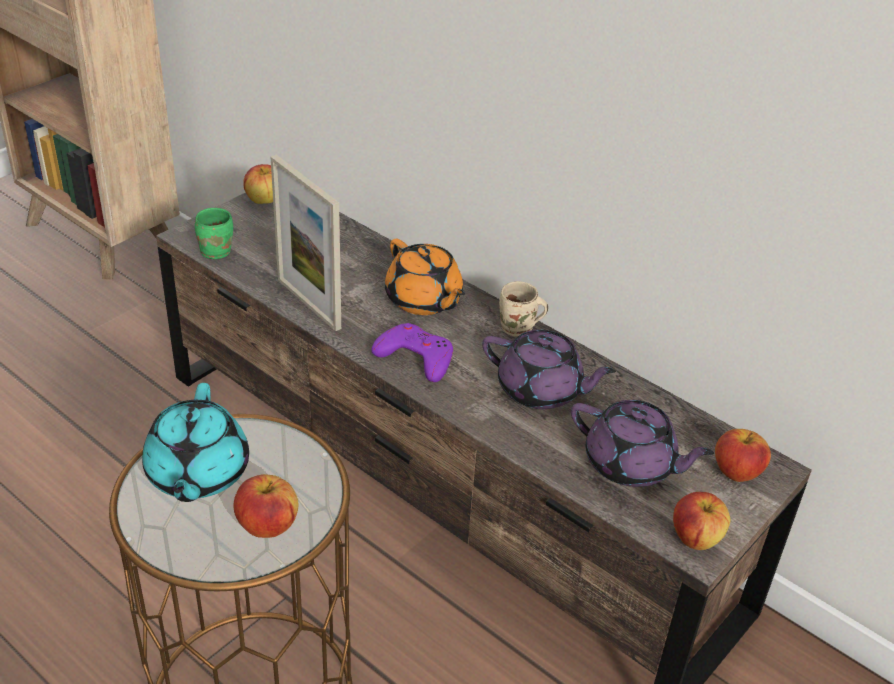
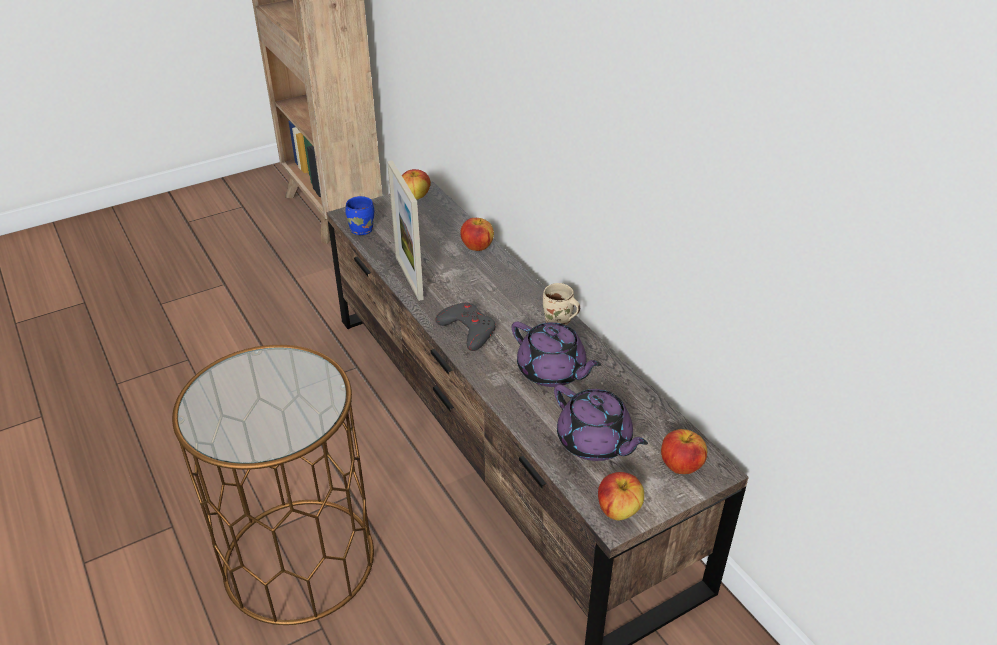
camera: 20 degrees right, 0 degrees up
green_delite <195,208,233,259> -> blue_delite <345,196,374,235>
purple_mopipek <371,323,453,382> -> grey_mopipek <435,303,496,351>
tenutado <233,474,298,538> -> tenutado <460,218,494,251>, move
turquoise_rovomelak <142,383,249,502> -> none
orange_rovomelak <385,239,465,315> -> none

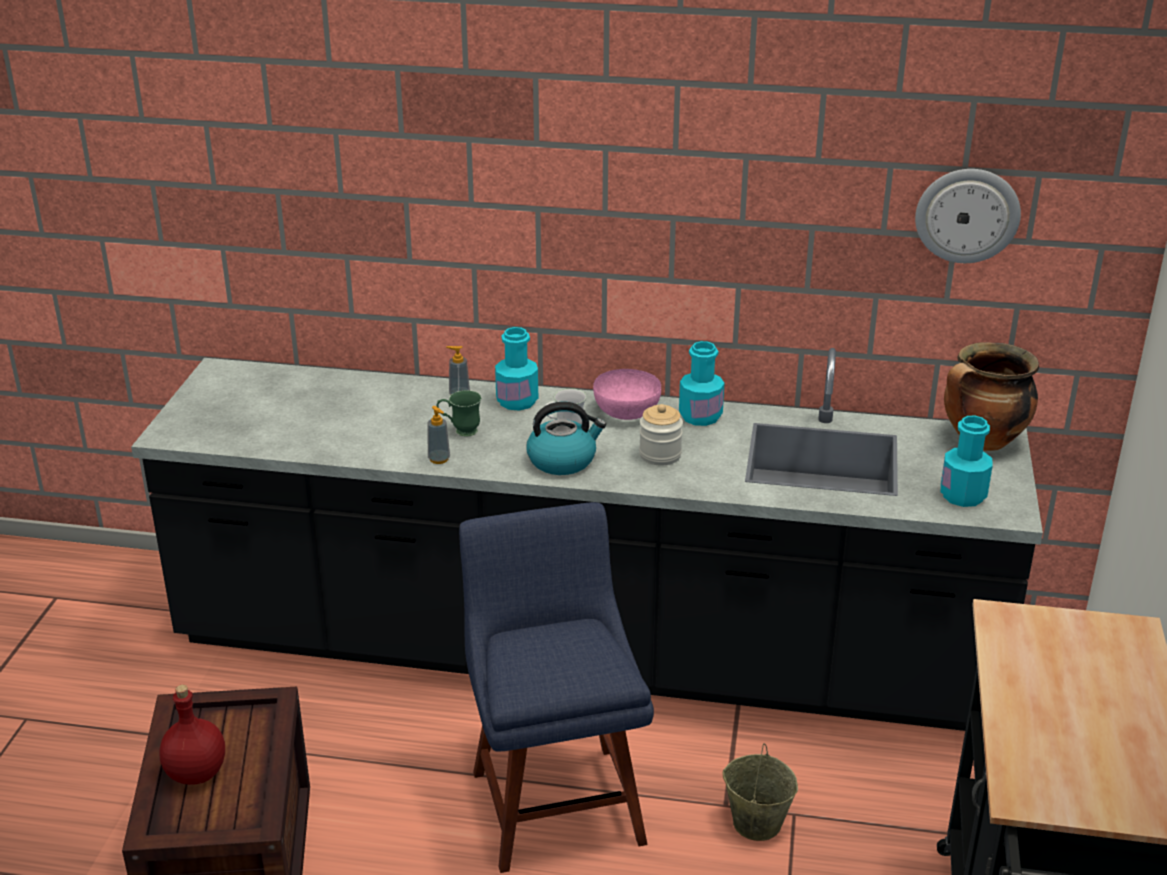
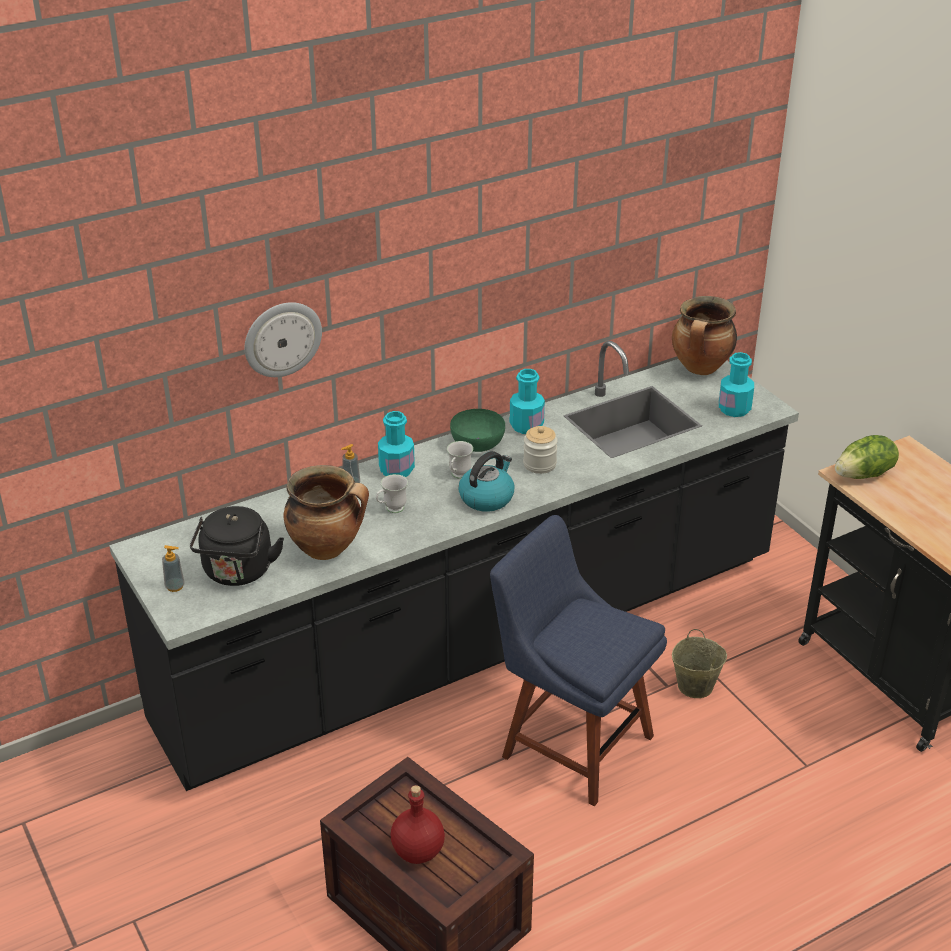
camera: 40 degrees left, 5 degrees up
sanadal <428,406,450,464> -> sanadal <162,545,185,592>, move
none -> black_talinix <190,506,284,586>
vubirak <915,169,1021,263> -> vubirak <245,302,322,377>, move
none -> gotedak <283,465,369,560>
green_delite <436,390,482,436> -> white_delite <376,474,408,513>
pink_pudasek <593,369,661,420> -> green_pudasek <450,409,505,452>
none -> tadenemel <835,435,899,479>

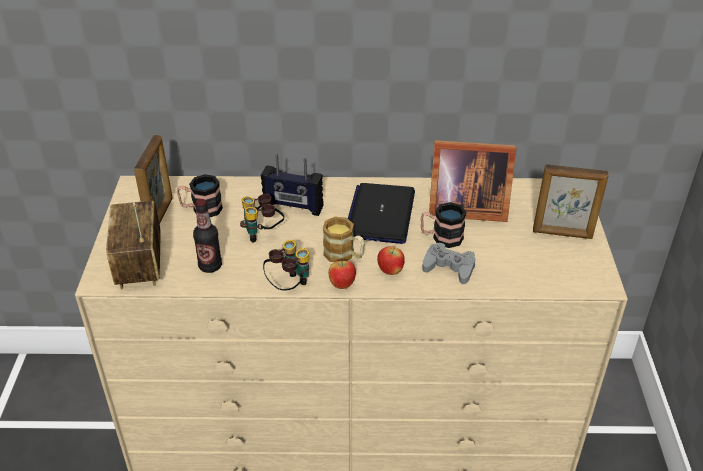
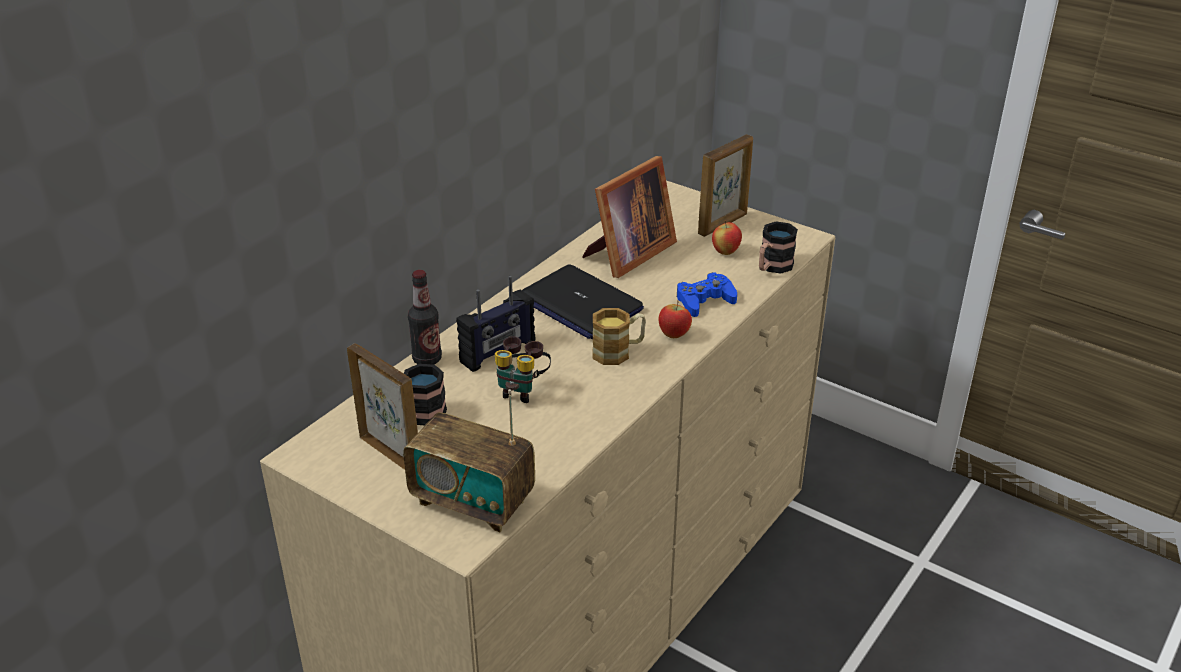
camera: 55 degrees left, 5 degrees down
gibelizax <193,199,222,273> -> gibelizax <408,270,442,365>, move
grey_mopipek <422,242,476,284> -> blue_mopipek <677,272,737,317>
tenutado <328,258,356,289> -> tenutado <712,220,742,255>, move
delite <421,202,467,248> -> delite <759,221,798,274>, move
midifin <263,240,309,291> -> none

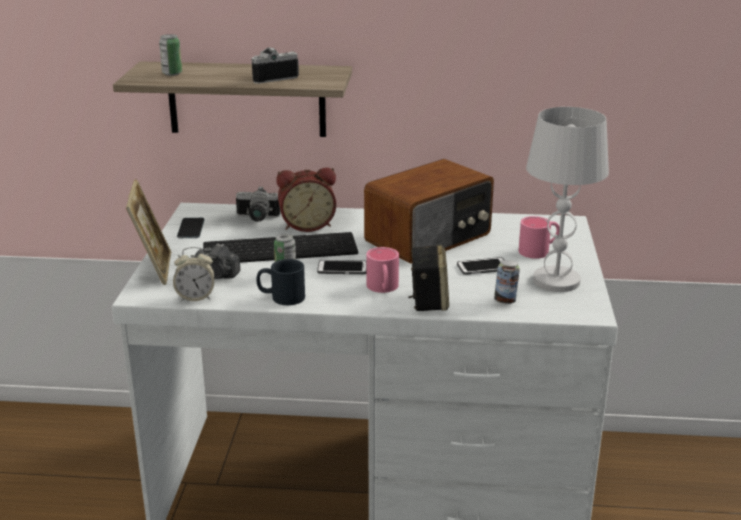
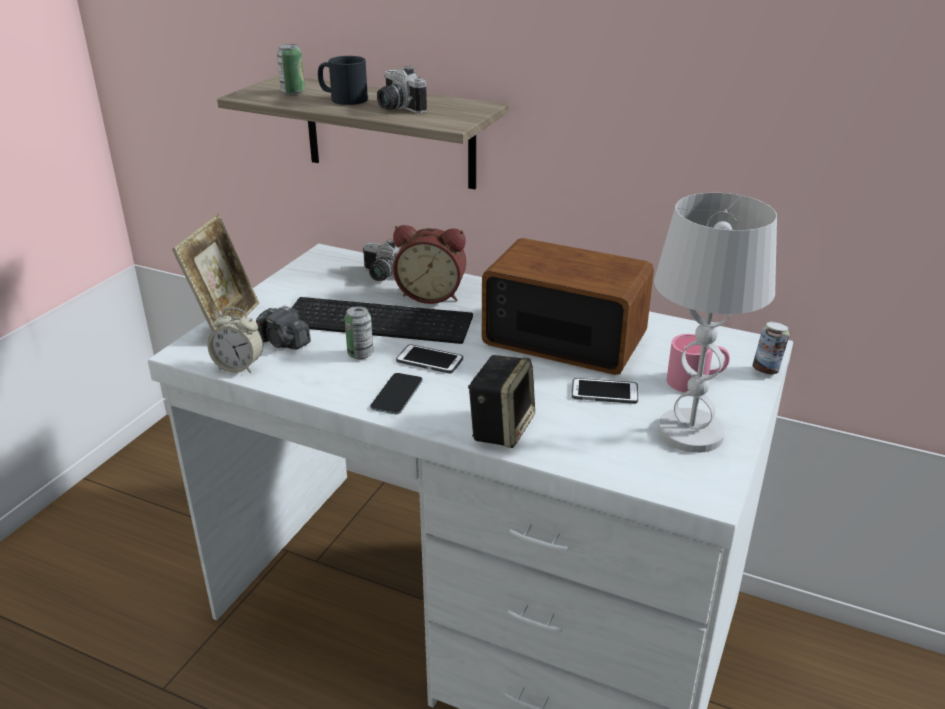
camera: 20 degrees right, 5 degrees up
black_delite <257,259,305,305> -> black_delite <318,56,368,105>, move
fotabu <177,218,204,238> -> fotabu <370,373,422,414>, move
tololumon <251,47,299,84> -> tololumon <377,66,427,113>, 120 degrees counterclockwise
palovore <364,159,494,264> -> palovore <482,238,654,375>, 135 degrees counterclockwise
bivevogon <494,260,520,305> -> bivevogon <752,322,789,375>, move
pink_delite <366,247,399,293> -> none

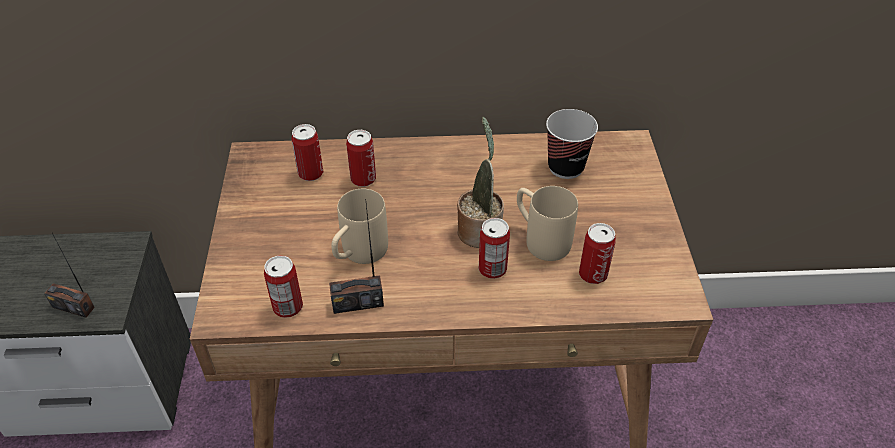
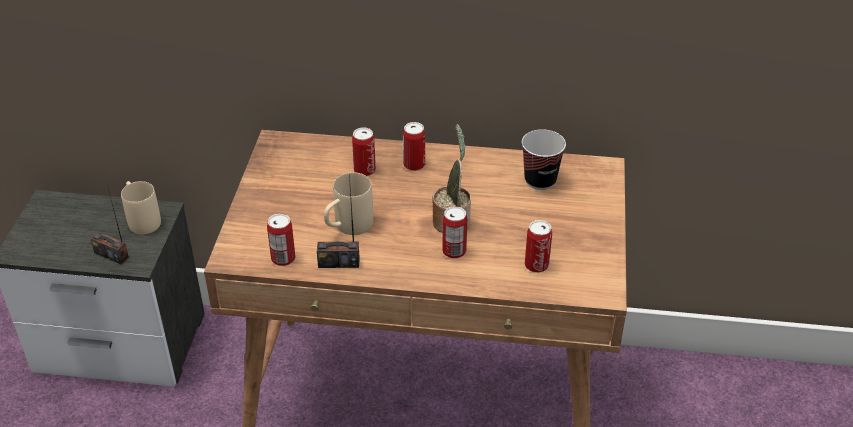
camera: 10 degrees right, 5 degrees down
beige_delite <517,186,578,261> -> beige_delite <121,181,161,235>, move
bivevogon <291,124,323,181> -> bivevogon <403,122,425,171>, move

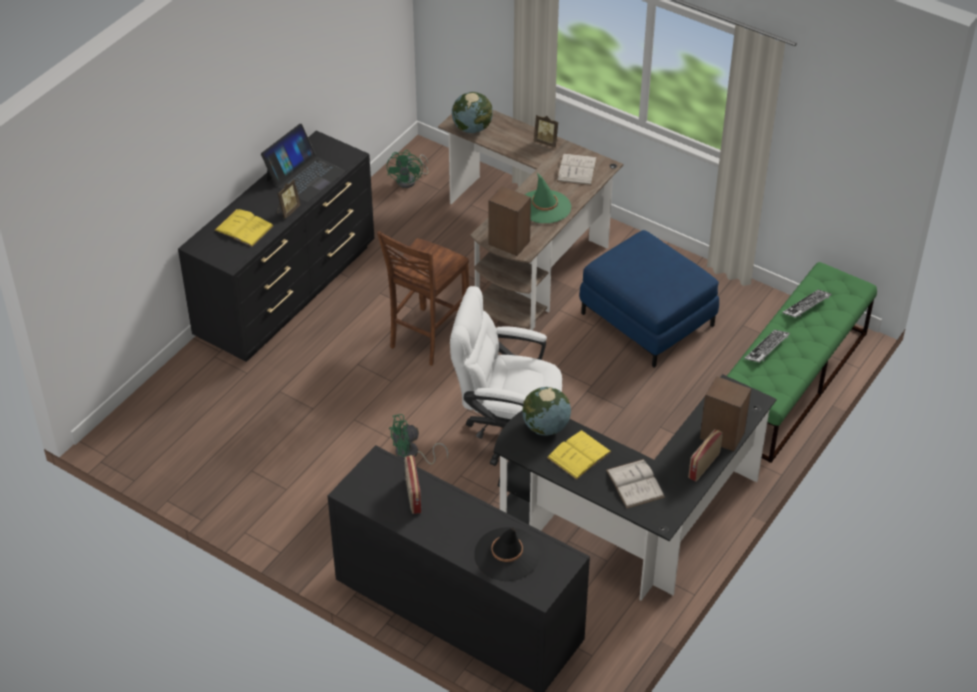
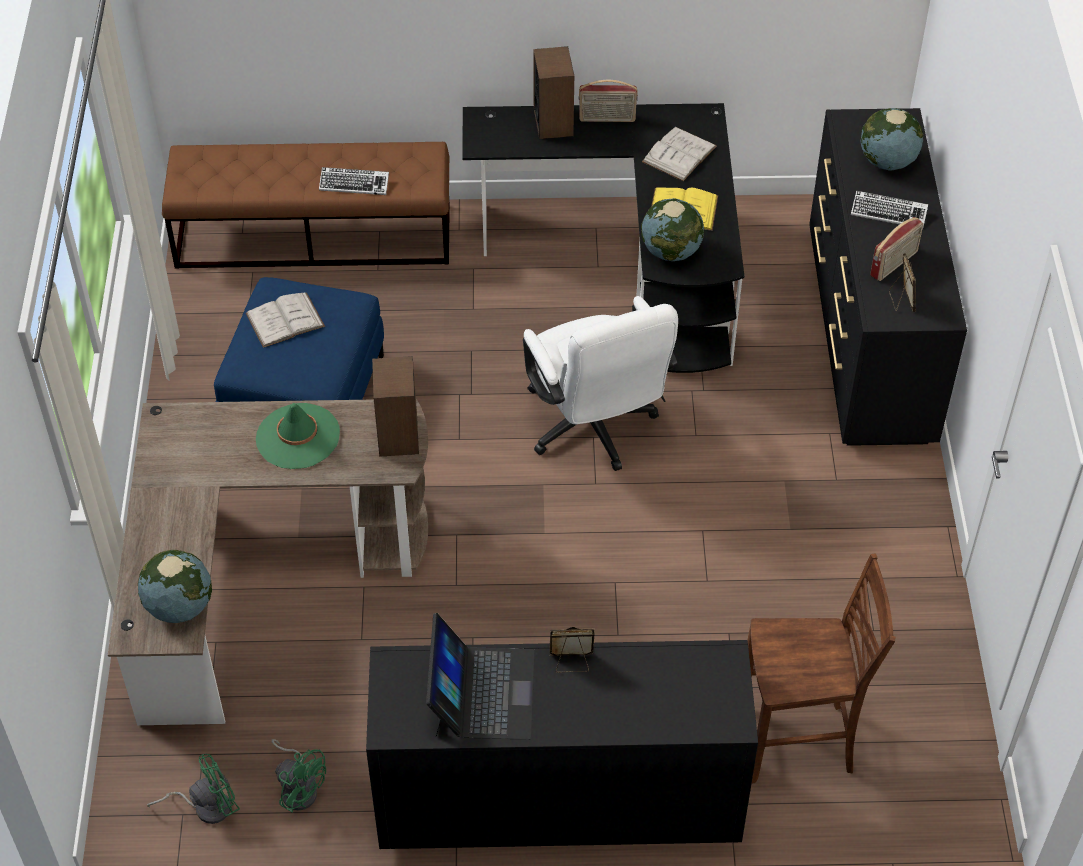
camera: 125 degrees left, 5 degrees up
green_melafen <727,262,877,463> -> brown_melafen <162,142,450,269>
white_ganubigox <557,153,597,186> -> white_ganubigox <246,292,325,348>, move
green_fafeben <389,414,448,465> -> green_fafeben <271,739,326,812>, move
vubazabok <261,124,345,202> -> vubazabok <426,613,535,740>, 90 degrees clockwise
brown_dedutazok <377,231,469,366> -> brown_dedutazok <748,554,895,783>, move
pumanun <782,289,831,318> -> pumanun <851,191,928,227>, move
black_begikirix <474,527,540,581> -> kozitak <860,108,923,171>
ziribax <534,115,558,148> -> ziribax <889,253,916,312>, move
yellow_ganubigox <214,209,274,247> -> none

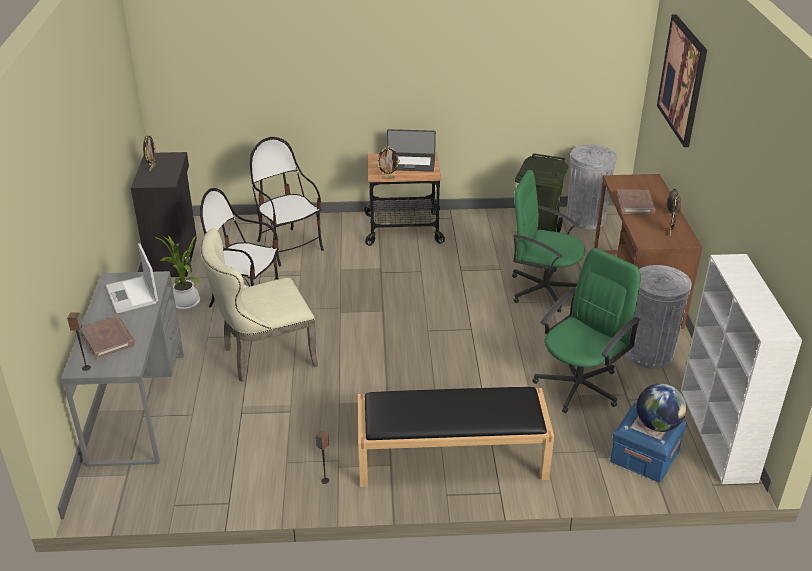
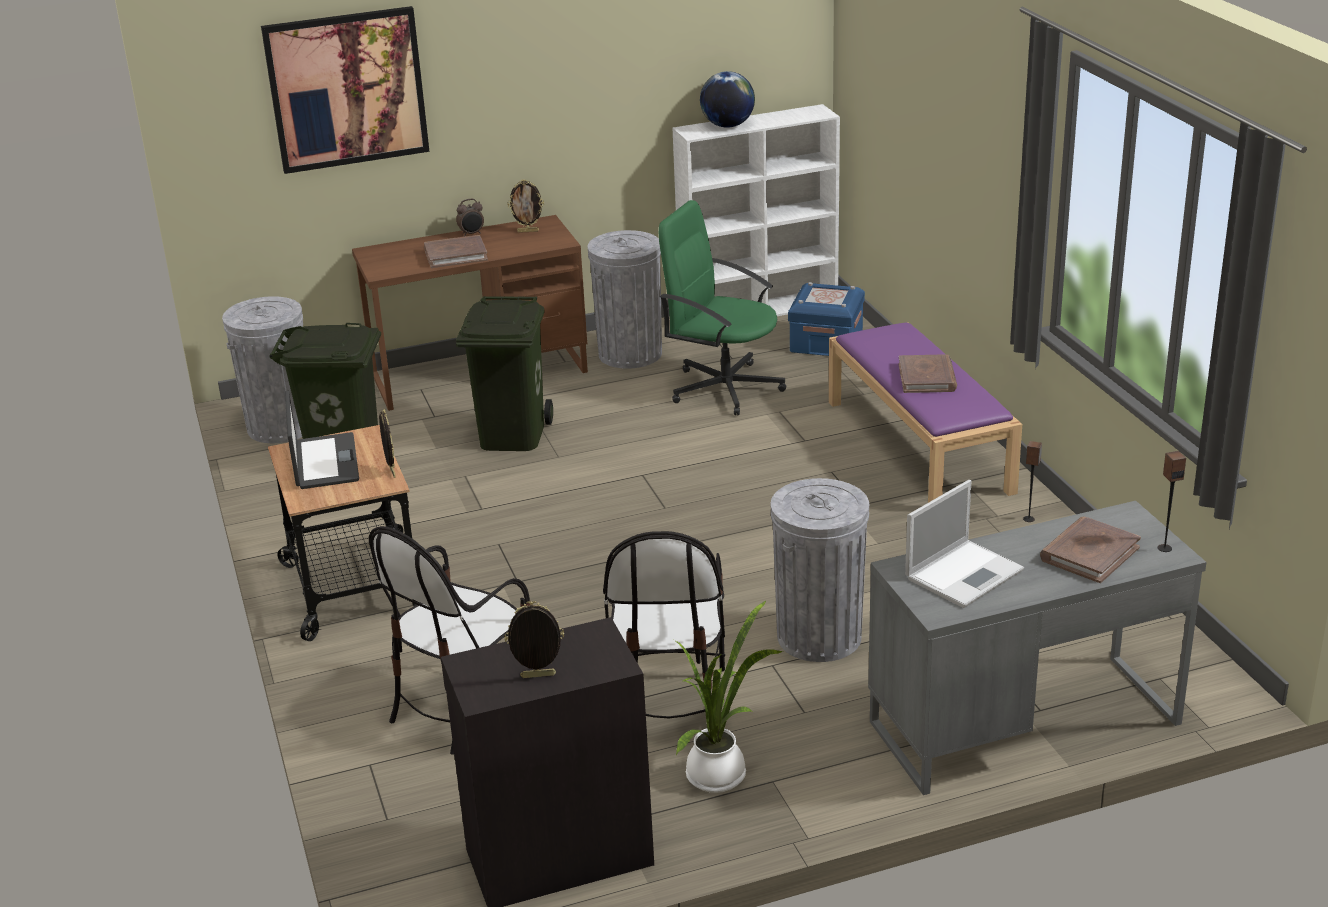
camera: 105 degrees left, 5 degrees down
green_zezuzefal <512,170,585,312> -> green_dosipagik <456,296,553,451>
kozitak <636,384,686,432> -> kozitak <700,71,755,128>, move
beige_dedutazok <201,228,318,382> -> grey_dosipagik <771,478,869,662>
black_melafen <358,387,554,487> -> purple_melafen <829,322,1022,503>
none -> brown_ganubigox <898,354,957,393>

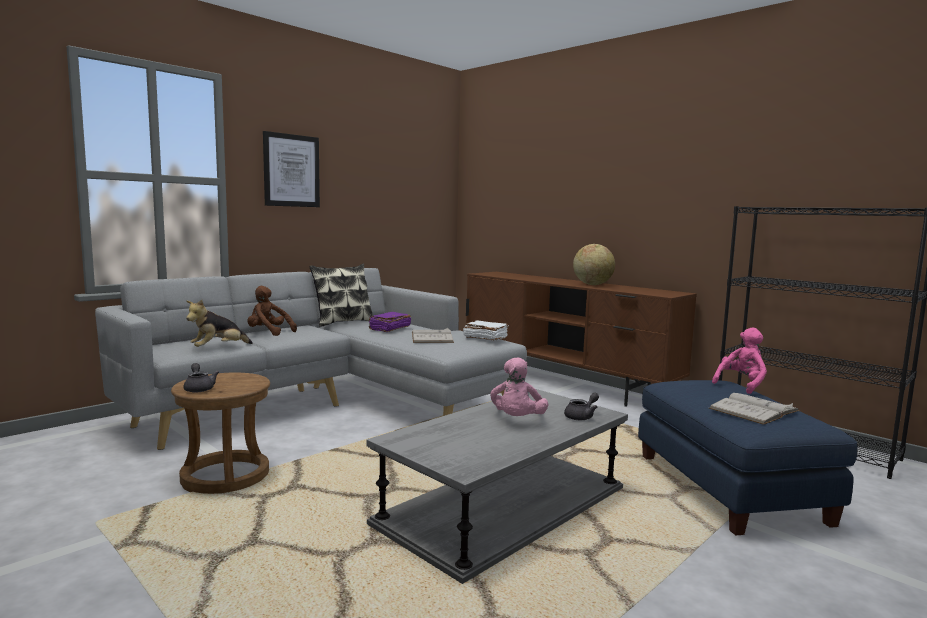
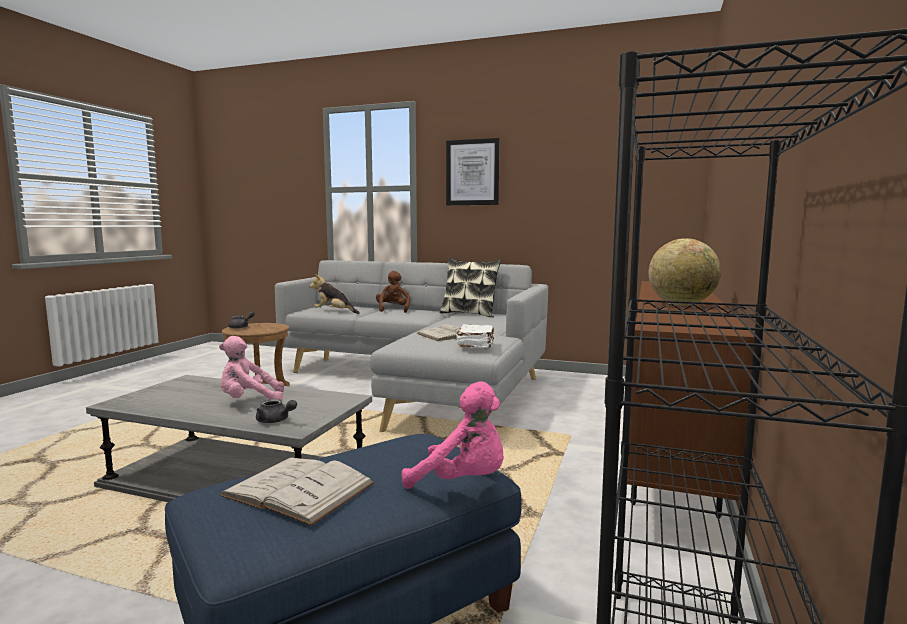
camera: 65 degrees right, 0 degrees up
purple_ganubigox <369,312,411,332> -> none

